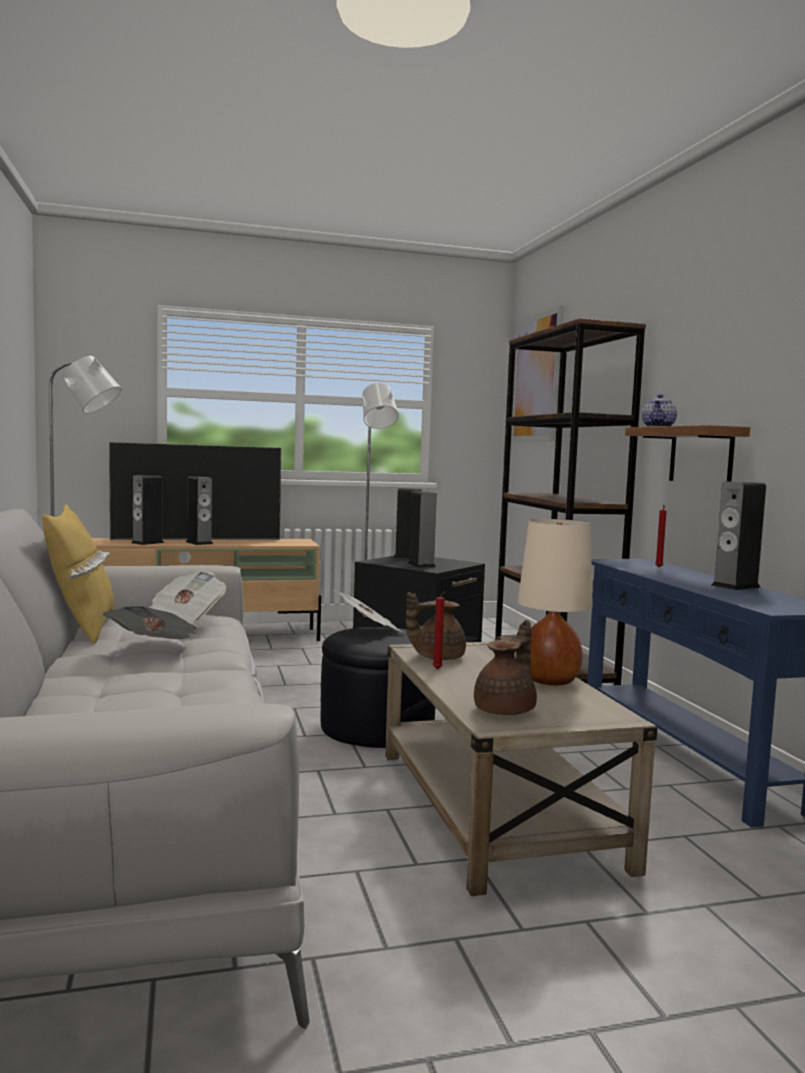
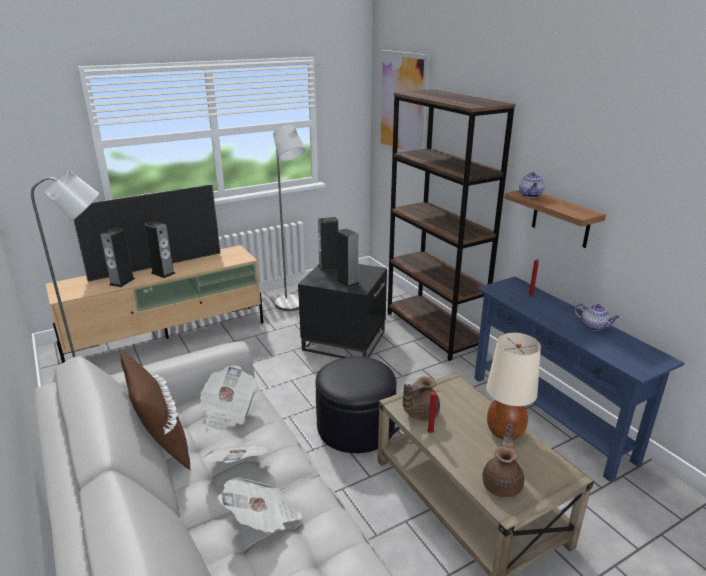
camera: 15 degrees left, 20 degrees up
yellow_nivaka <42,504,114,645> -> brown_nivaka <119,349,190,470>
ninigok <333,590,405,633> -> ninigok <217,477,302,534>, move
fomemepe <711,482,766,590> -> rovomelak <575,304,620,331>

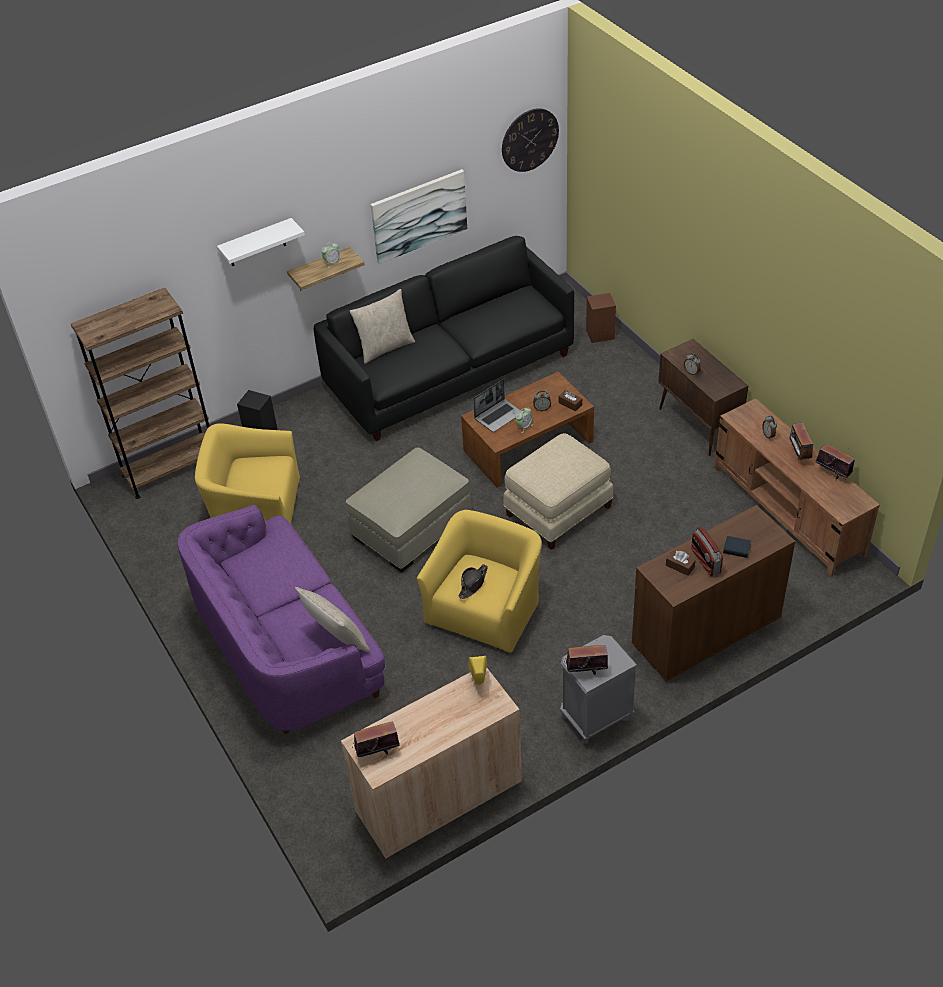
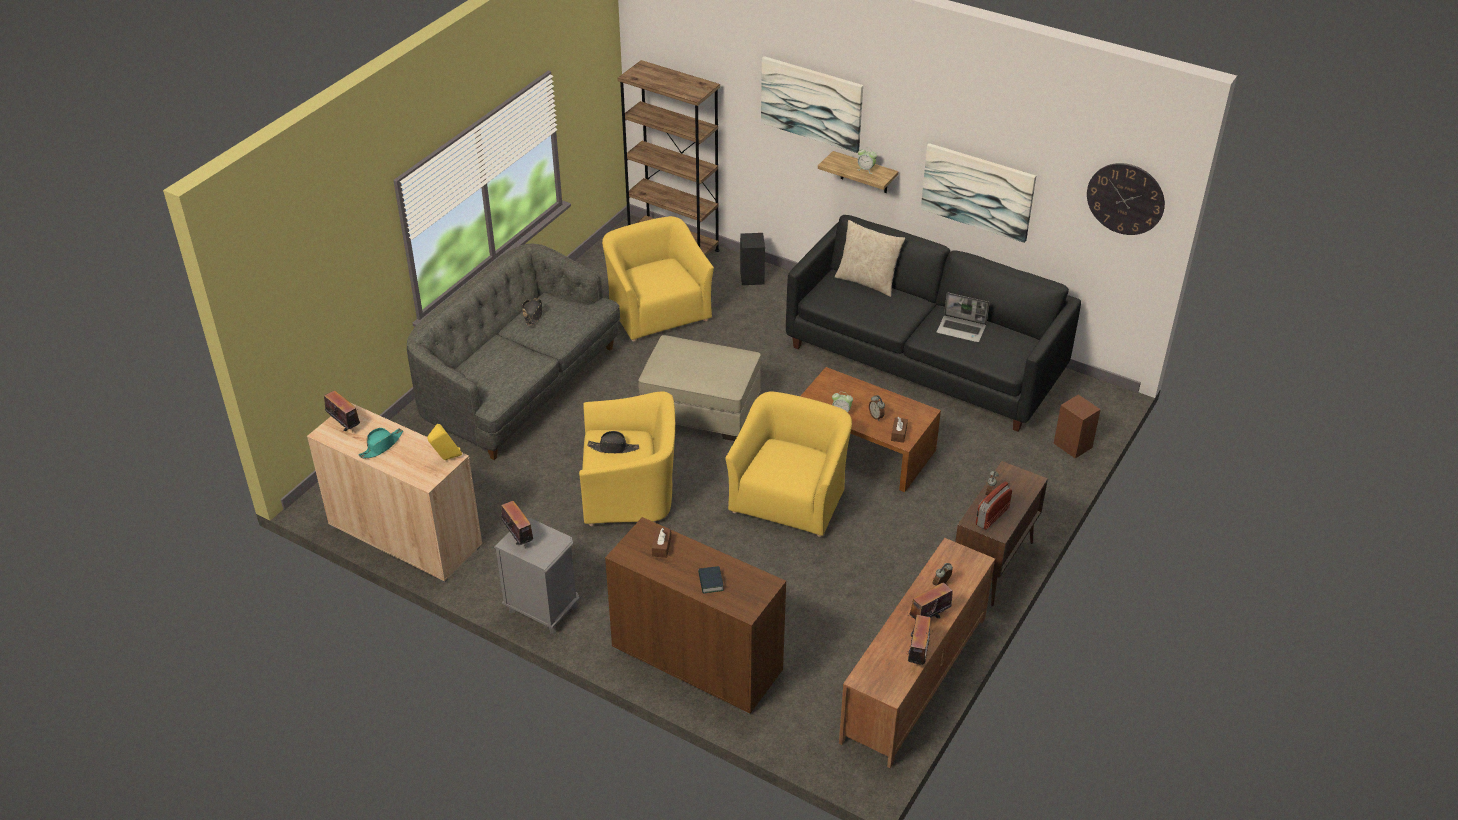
camera: 60 degrees right, 5 degrees down
none -> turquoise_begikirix <358,428,403,459>
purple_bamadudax <178,505,386,734> -> grey_bamadudax <407,244,620,460>
none -> black_begikirix <522,298,542,326>
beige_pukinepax <503,433,613,550> -> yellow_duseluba <725,391,852,537>
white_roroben <217,218,305,266> -> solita <761,56,863,153>
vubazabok <473,379,521,432> -> vubazabok <937,293,989,343>, move
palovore <691,527,723,576> -> palovore <976,481,1012,530>, move
beige_nivaka <295,587,370,652> -> none

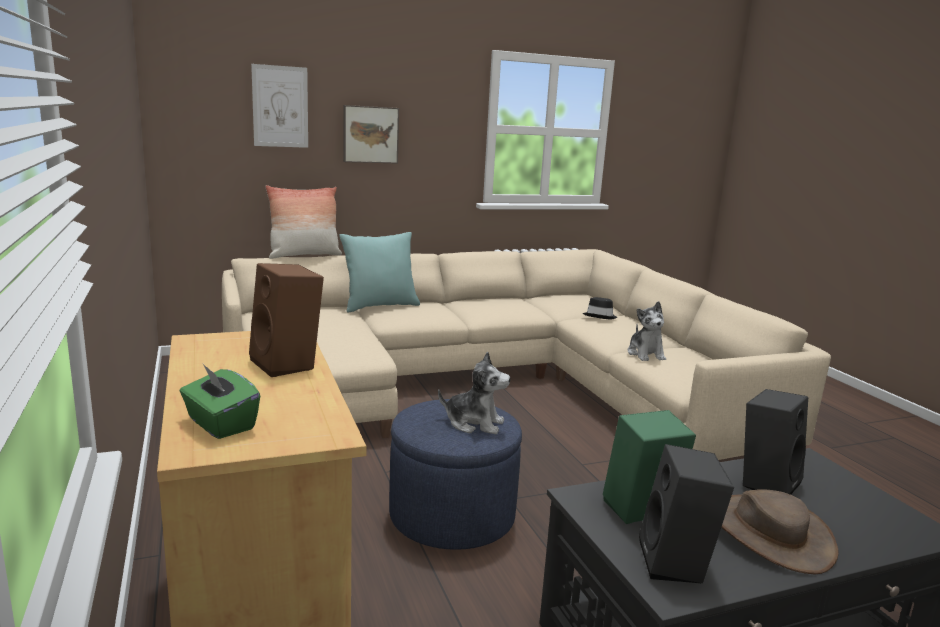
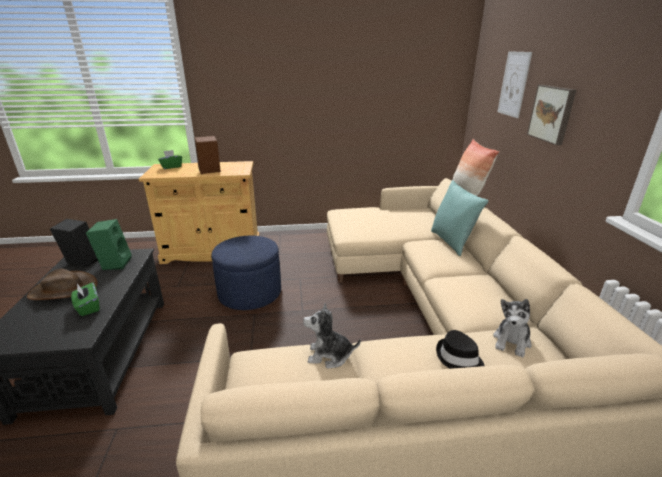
camera: 105 degrees right, 10 degrees up
black_fomemepe <743,389,808,495> -> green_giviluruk <71,282,100,316>
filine <438,352,510,434> -> filine <493,299,531,357>, move

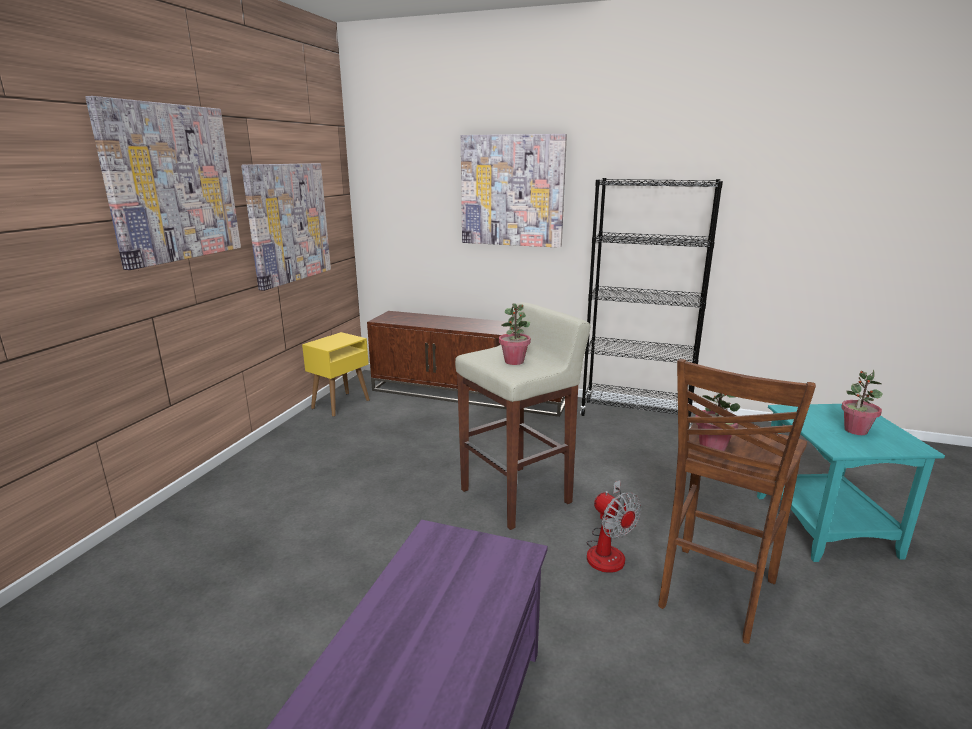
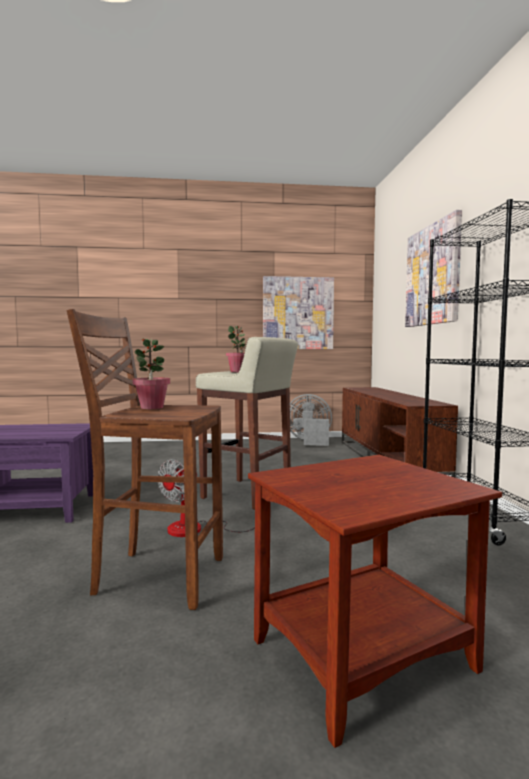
camera: 65 degrees right, 15 degrees down
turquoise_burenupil <757,404,945,562> -> brown_burenupil <248,455,502,748>
yellow_burenupil <302,332,370,417> -> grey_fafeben <290,394,332,446>
solita <85,96,241,270> -> none
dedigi <841,370,883,435> -> none

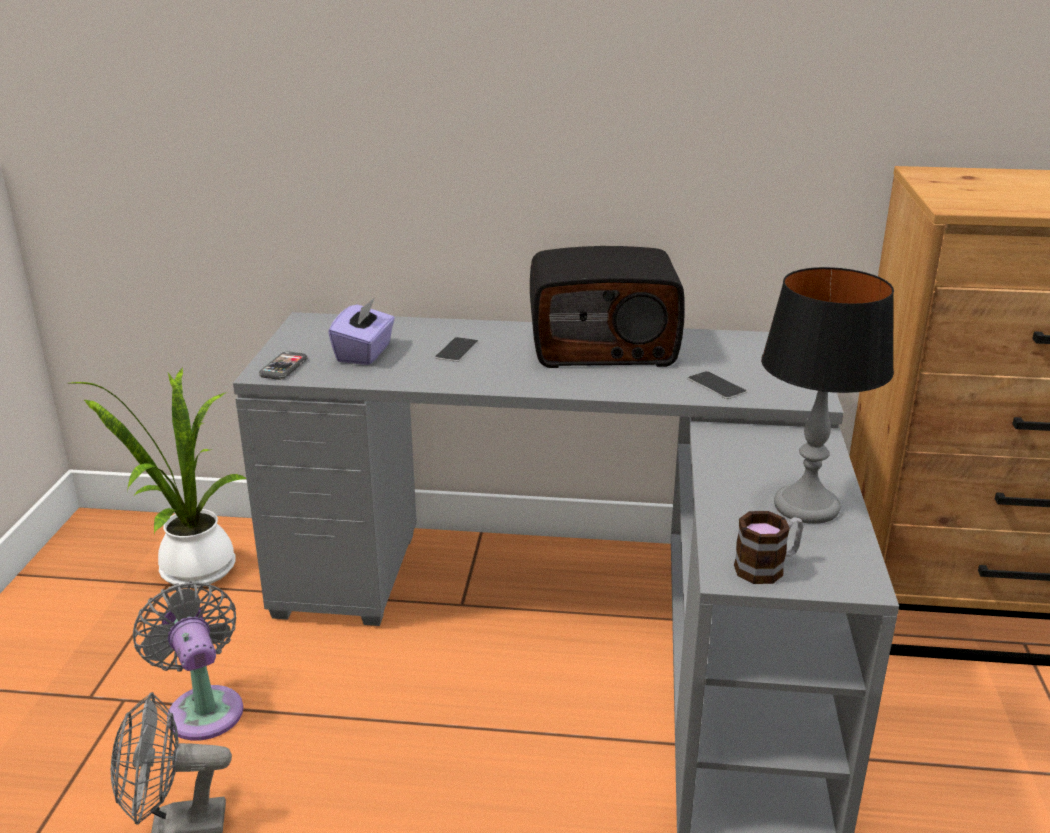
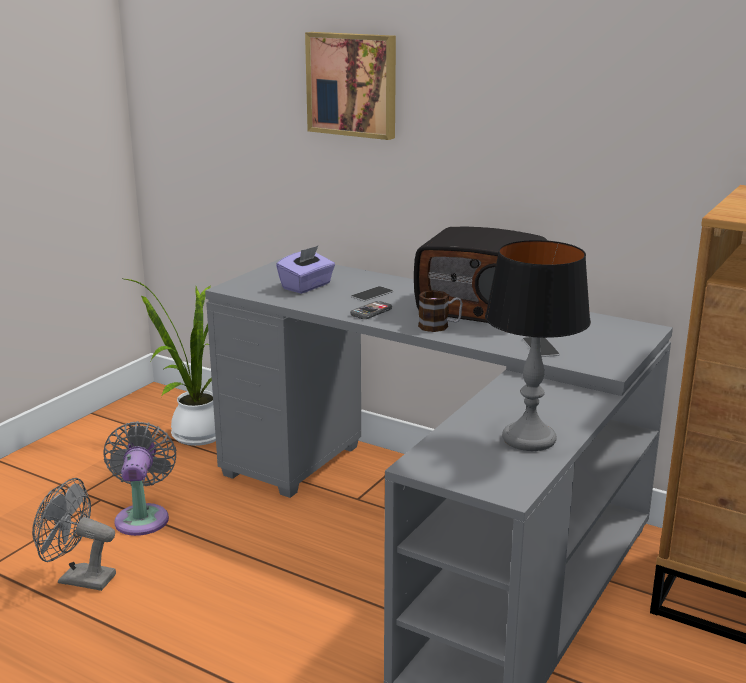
camera: 25 degrees right, 5 degrees down
none -> solita <305,32,396,140>
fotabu <259,351,308,380> -> fotabu <350,301,392,319>, move
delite <734,511,803,584> -> delite <418,290,463,332>, move

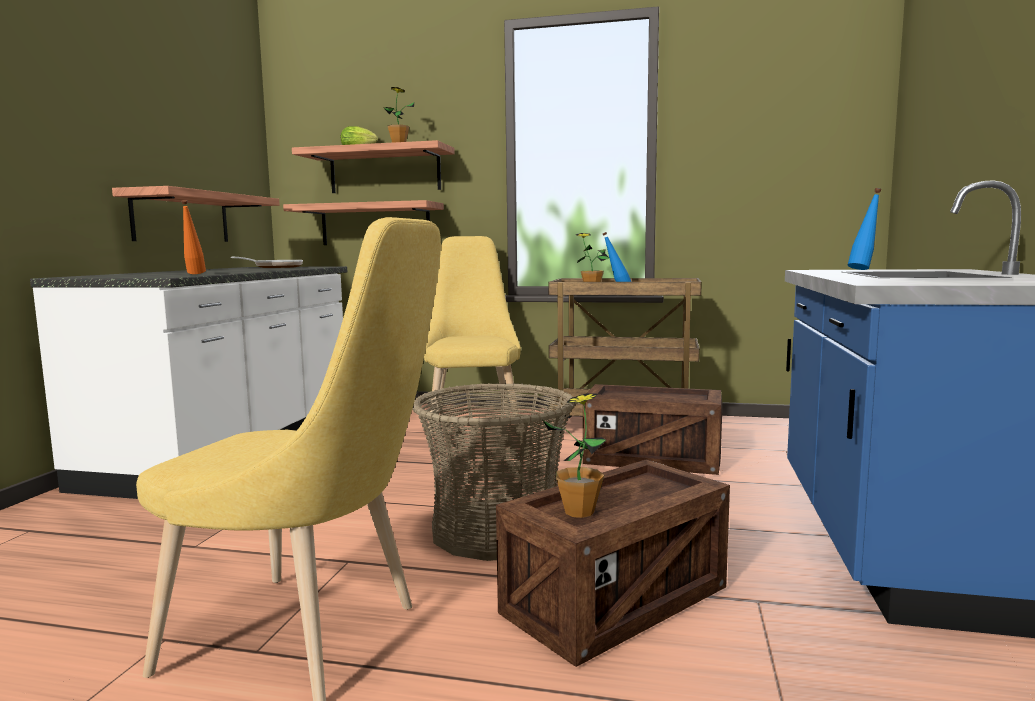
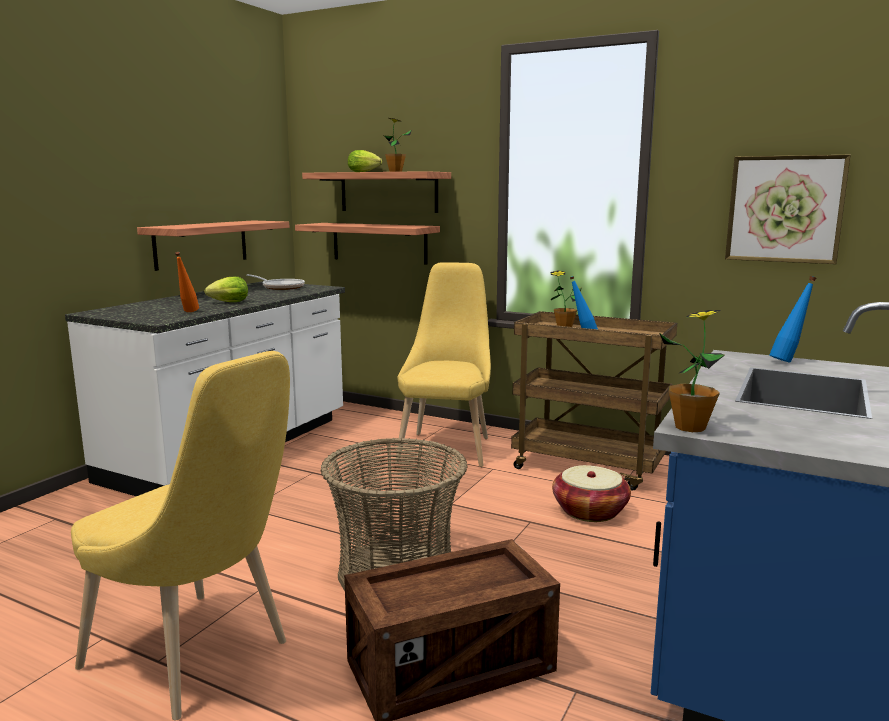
camera: 15 degrees right, 5 degrees up
none -> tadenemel <204,276,248,302>
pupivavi <583,384,722,475> -> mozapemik <552,465,631,522>
dedigi <543,393,606,518> -> dedigi <659,310,725,432>, move
none -> solita <725,155,851,264>

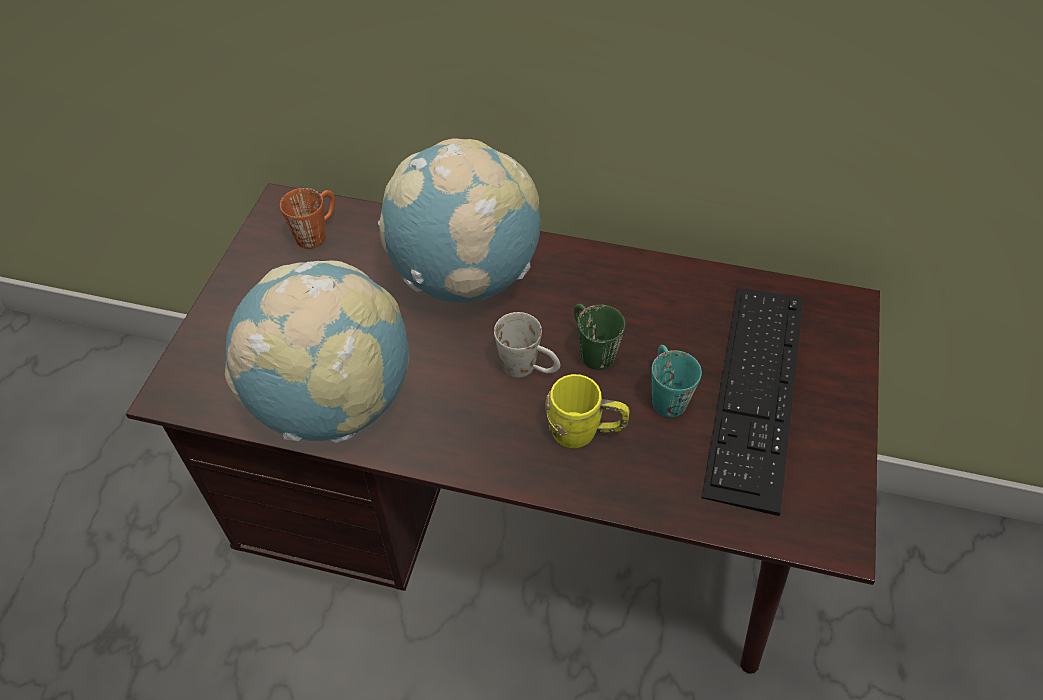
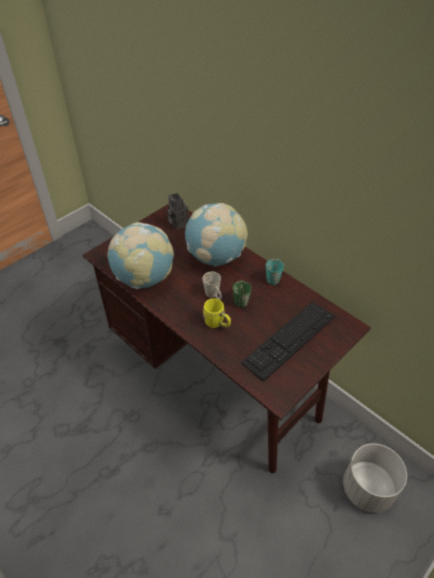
camera: 30 degrees right, 5 degrees down
orange_delite <280,188,335,249> -> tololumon <167,193,189,229>
turquoise_delite <651,345,702,417> -> turquoise_delite <266,259,284,285>, move
none -> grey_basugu <343,444,407,513>

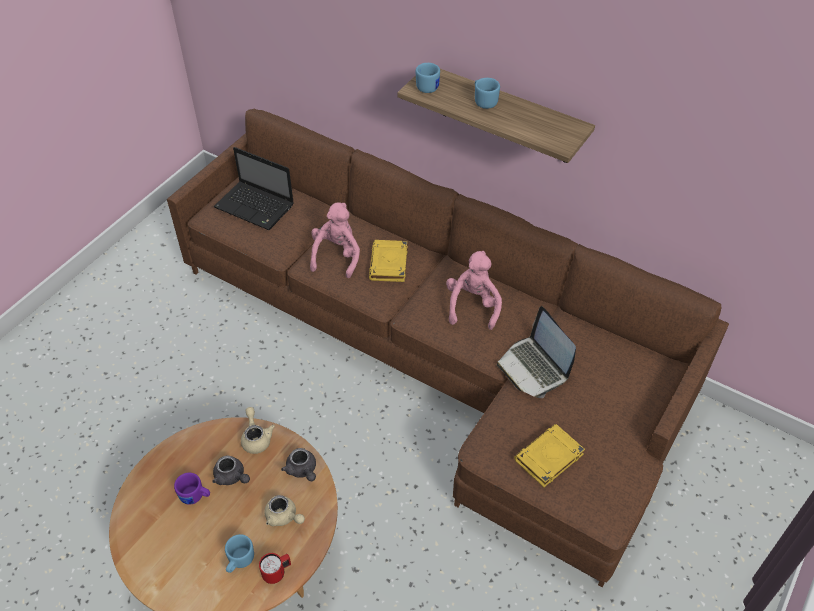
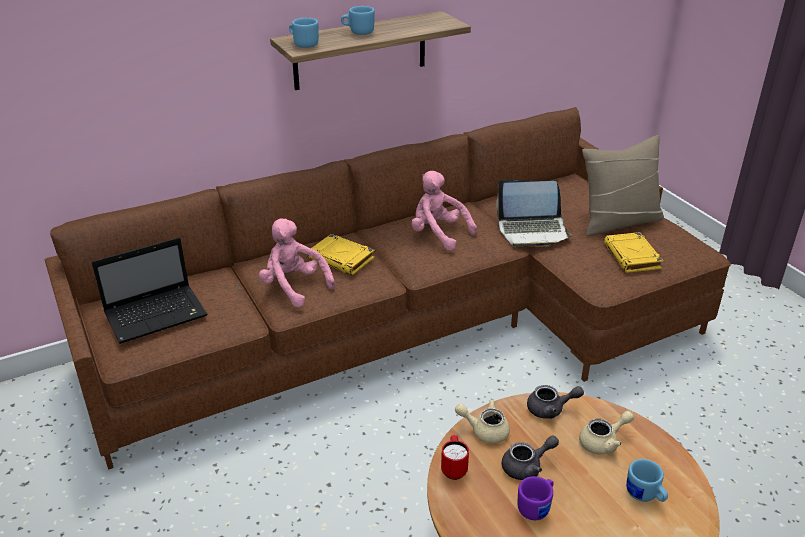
camera: 60 degrees left, 15 degrees down
red_delite <259,553,291,584> -> red_delite <441,435,469,480>, move
none -> beige_nivaka <582,135,664,236>

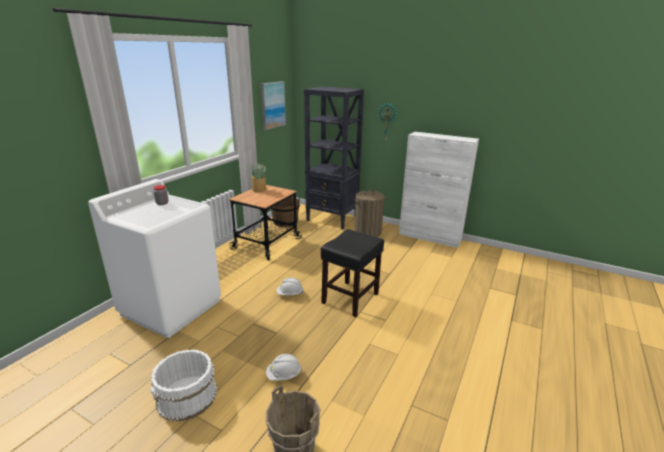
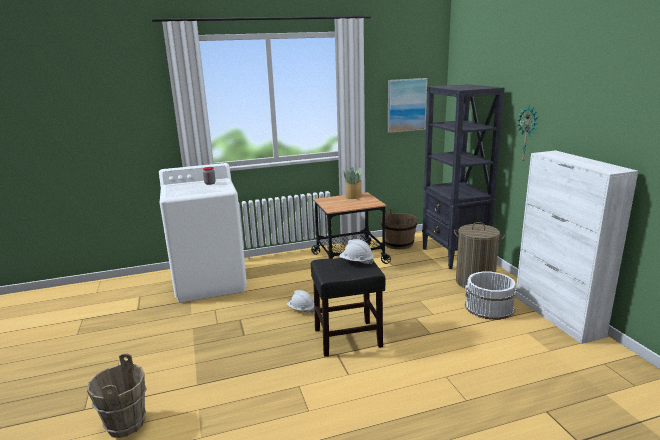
camera: 45 degrees right, 5 degrees down
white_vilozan <266,354,302,381> -> white_vilozan <339,239,374,264>, move
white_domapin <150,349,217,422> -> white_domapin <465,272,516,320>, move

